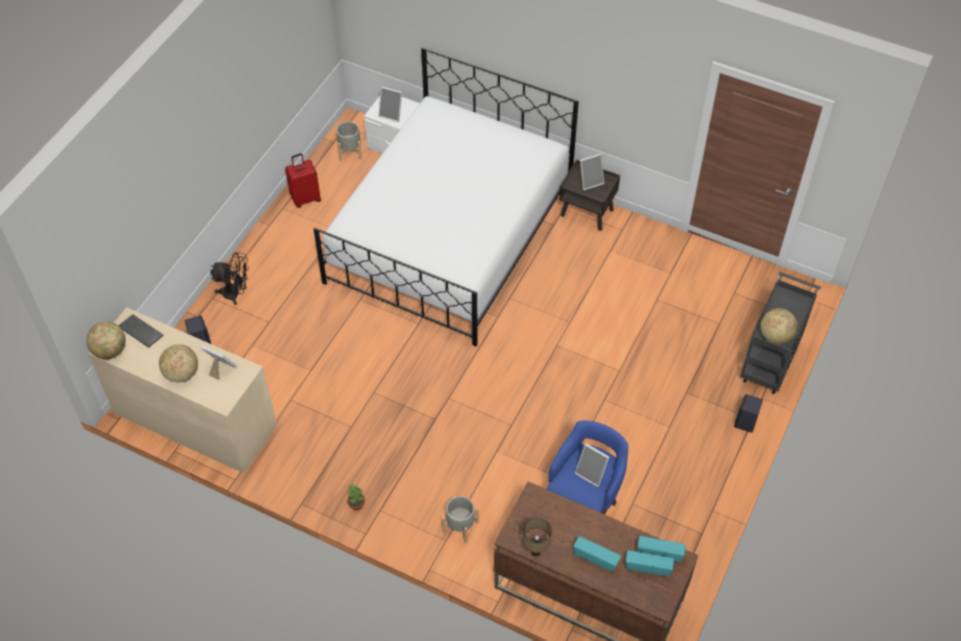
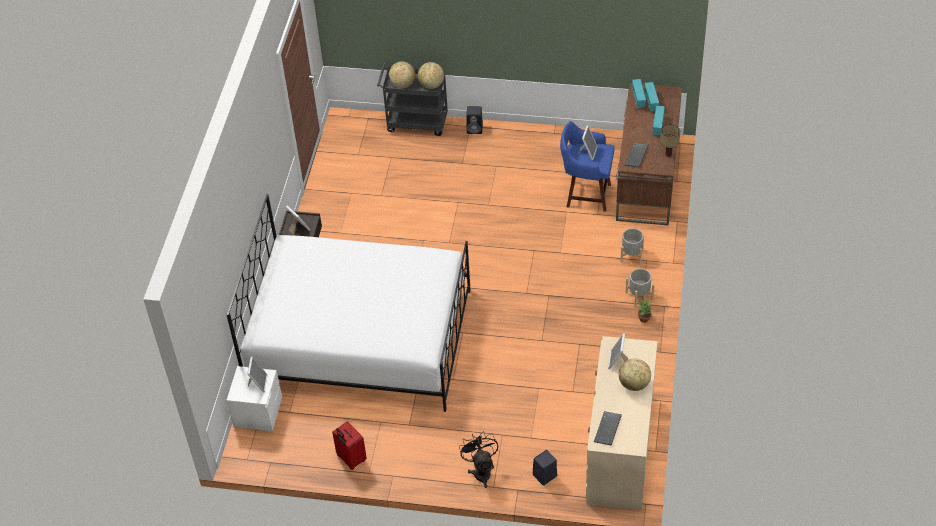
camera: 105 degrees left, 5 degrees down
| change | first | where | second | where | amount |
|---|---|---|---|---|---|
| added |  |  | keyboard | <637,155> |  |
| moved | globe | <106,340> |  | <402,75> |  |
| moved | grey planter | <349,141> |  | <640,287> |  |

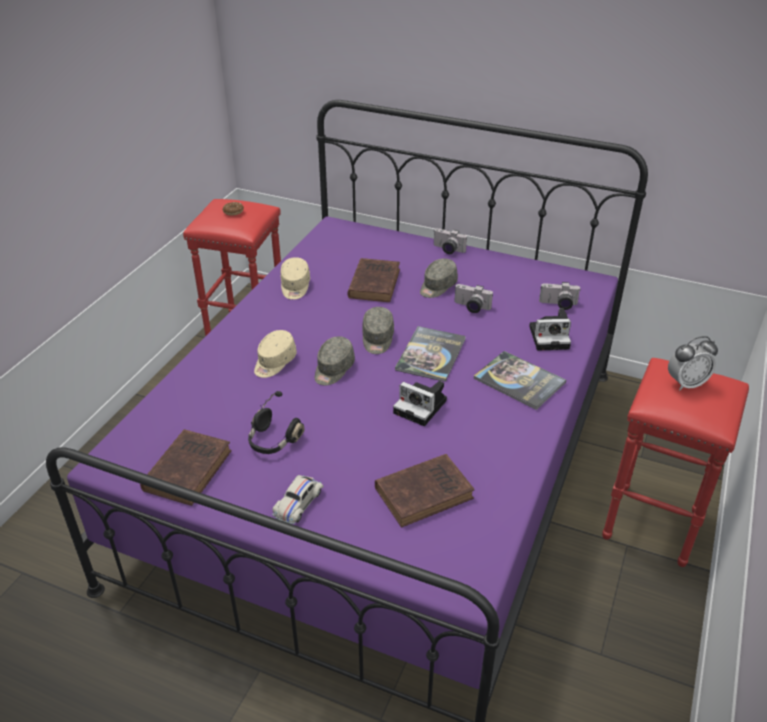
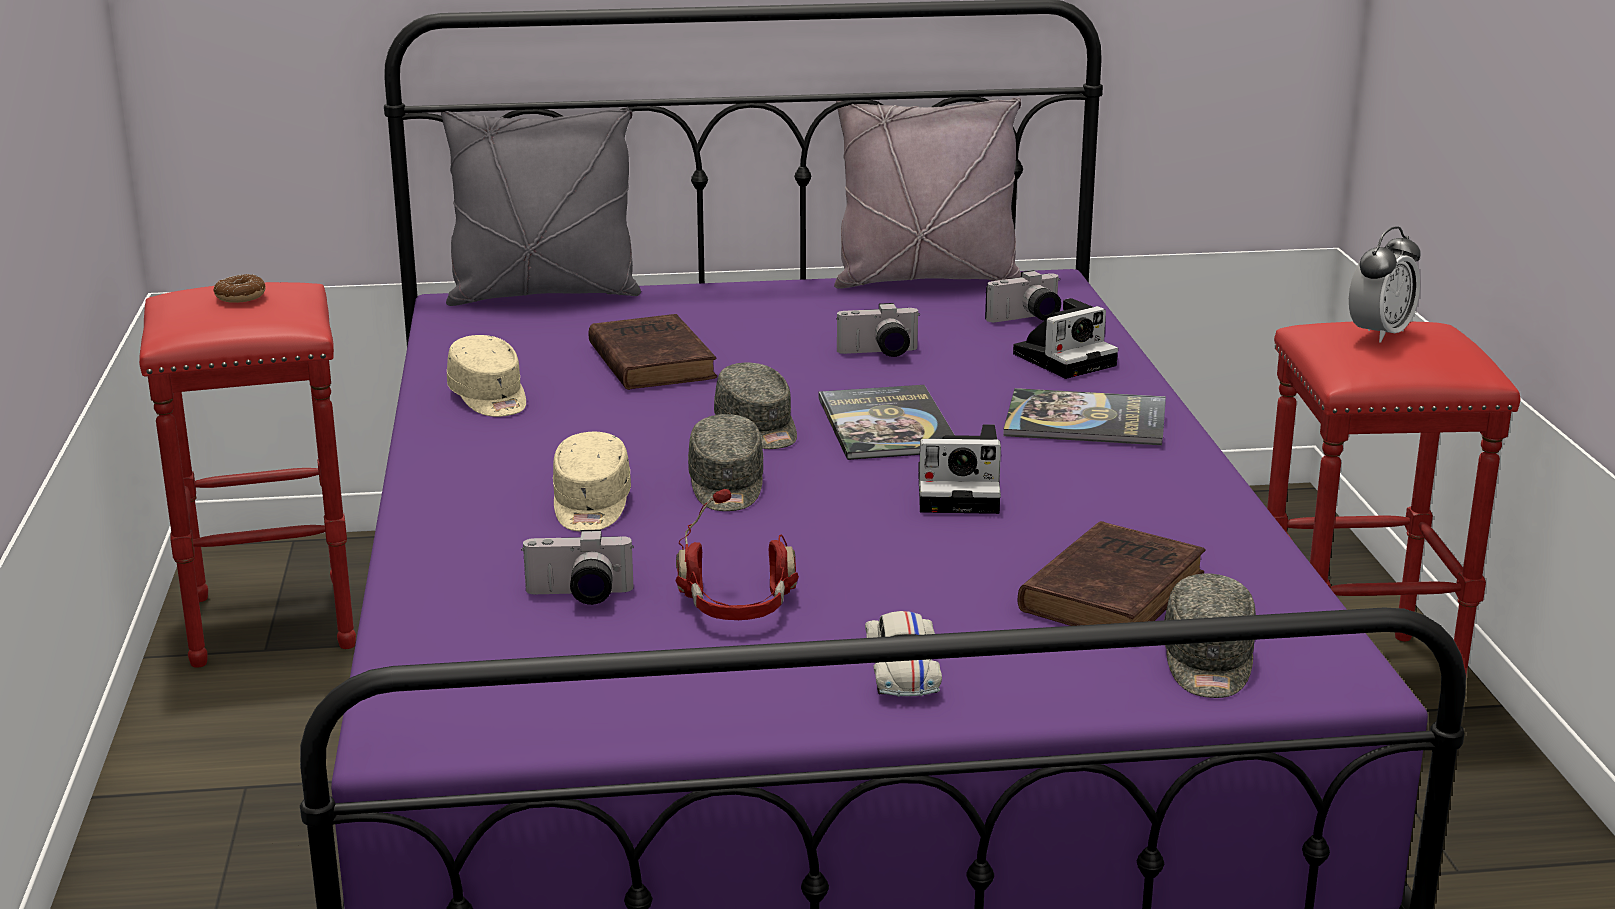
camera: 30 degrees left, 15 degrees down
| change | first | where | second | where | amount |
|---|---|---|---|---|---|
| removed | brown book | <186,467> |  |  |  |
| added |  |  | grey pillow | <541,206> |  |
| added |  |  | purple pillow | <927,193> |  |
| moved | grey cap | <439,278> |  | <1210,635> |  |
| moved | photo camera | <450,241> |  | <577,567> |  |
| recoloured | black headphones | <276,422> | red headphones | <737,554> |  |

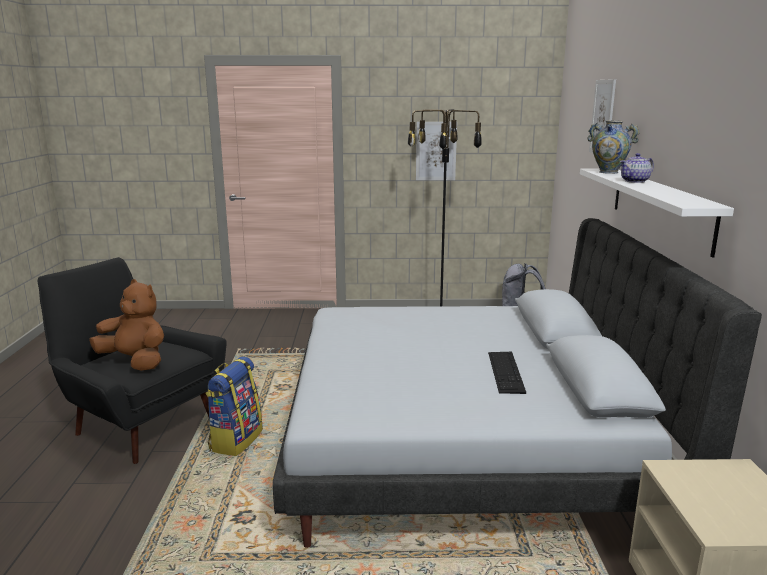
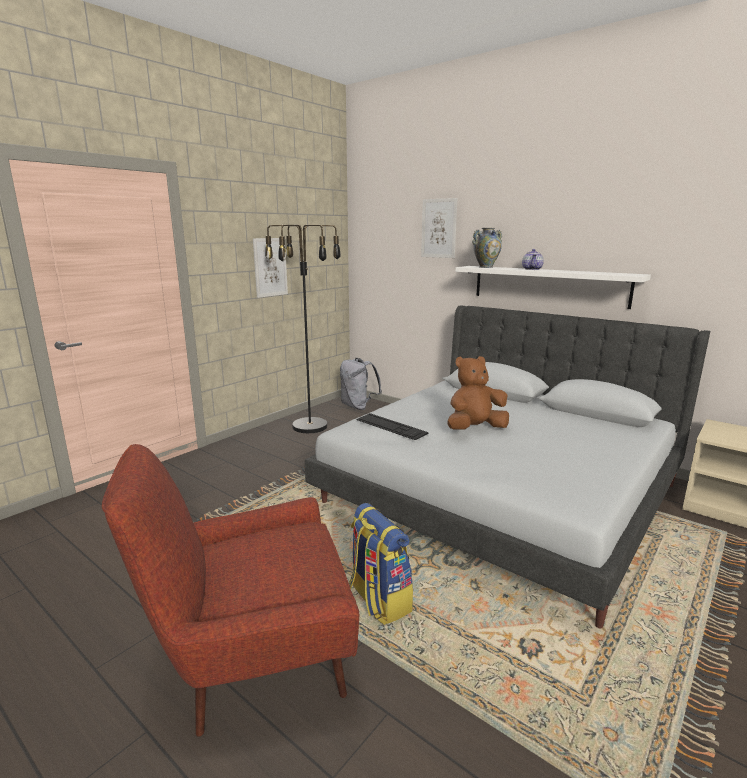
camera: 50 degrees left, 0 degrees up
| change | first | where | second | where | amount |
|---|---|---|---|---|---|
| moved | brown plush toy | <126,325> |  | <478,393> |  |
| moved | keyboard | <507,373> |  | <392,426> |  |
| recoloured | black armchair | <132,360> | red armchair | <230,590> |  |

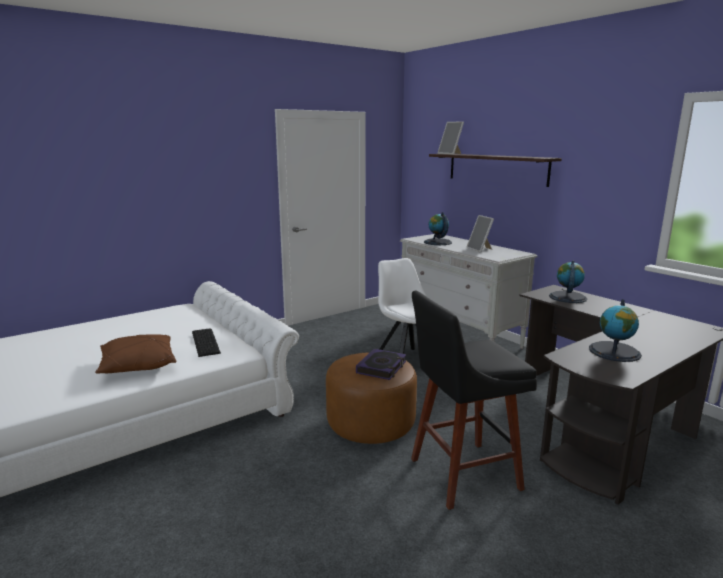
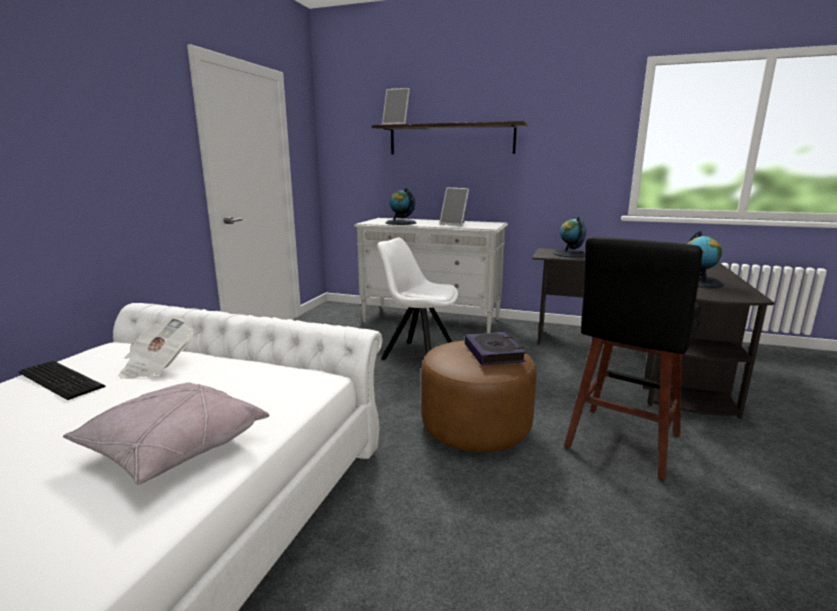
camera: 35 degrees left, 0 degrees up
| change | first | where | second | where | amount |
|---|---|---|---|---|---|
| added |  |  | newspaper | <156,348> |  |
| moved | keyboard | <206,342> |  | <62,380> |  |
| recoloured | brown pillow | <135,353> | purple pillow | <166,434> |  |

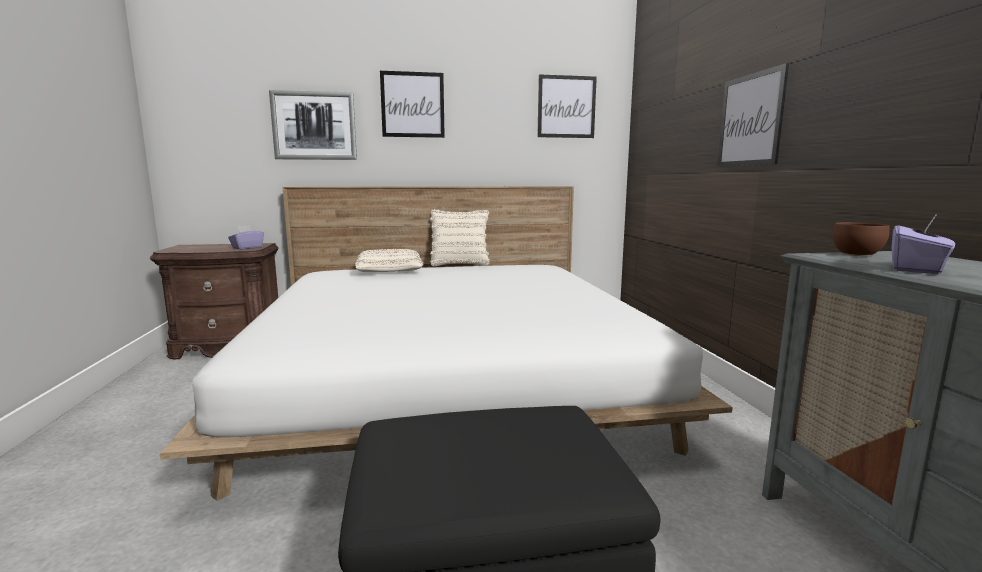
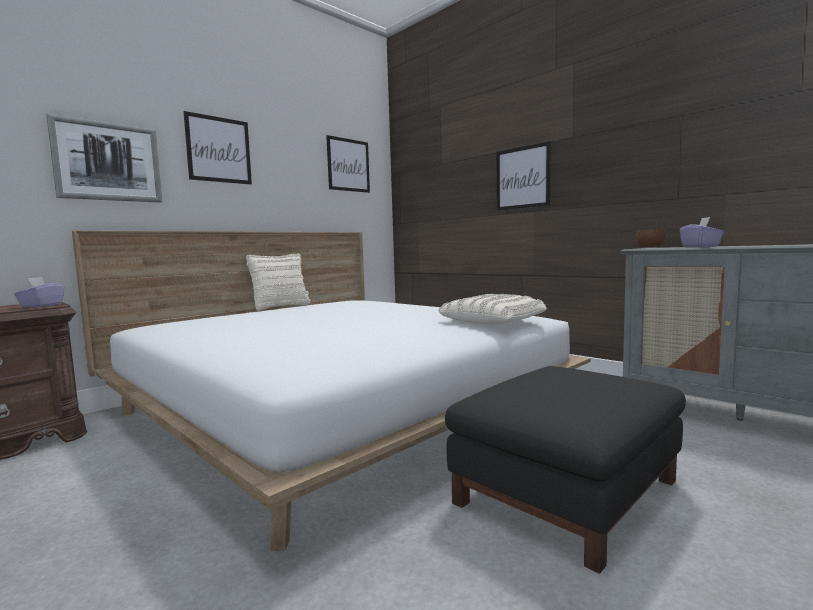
camera: 35 degrees left, 5 degrees down
| change | first | where | second | where | amount |
|---|---|---|---|---|---|
| moved | beige pillow | <389,260> |  | <493,309> |  |

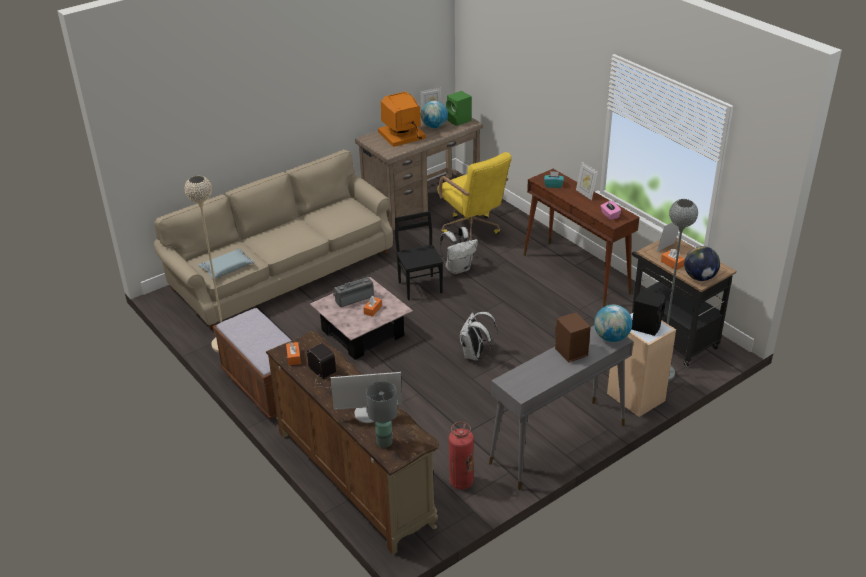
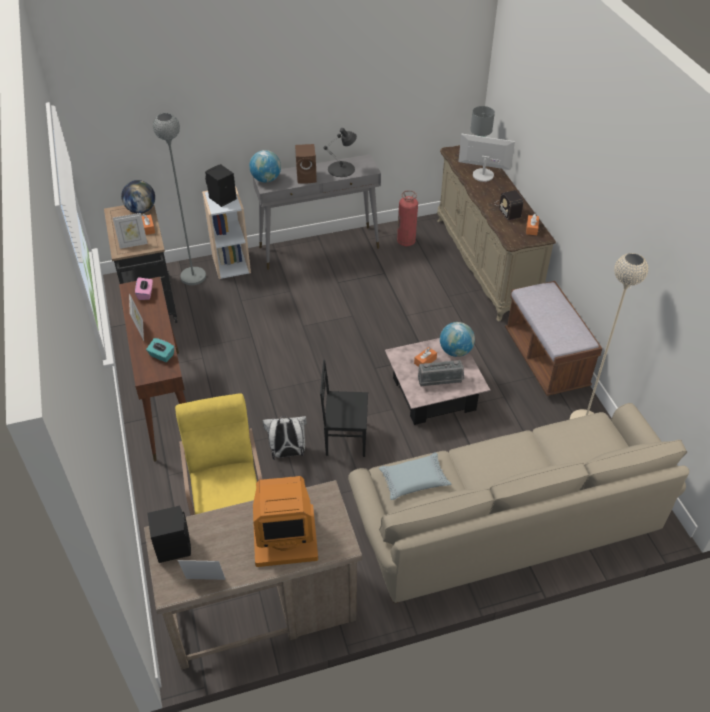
camera: 160 degrees left, 10 degrees up
| change | first | where | second | where | amount |
|---|---|---|---|---|---|
| removed | white backpack | <479,336> |  |  |  |
| added |  |  | black table lamp | <340,152> |  |
| moved | blue pillow | <226,264> |  | <415,476> |  |
| moved | globe | <434,114> |  | <457,339> |  |
| recoloured | green speaker | <459,108> | black speaker | <169,534> |  |
| turned | black chair | <419,255> |  | <344,408> | 90 degrees clockwise |

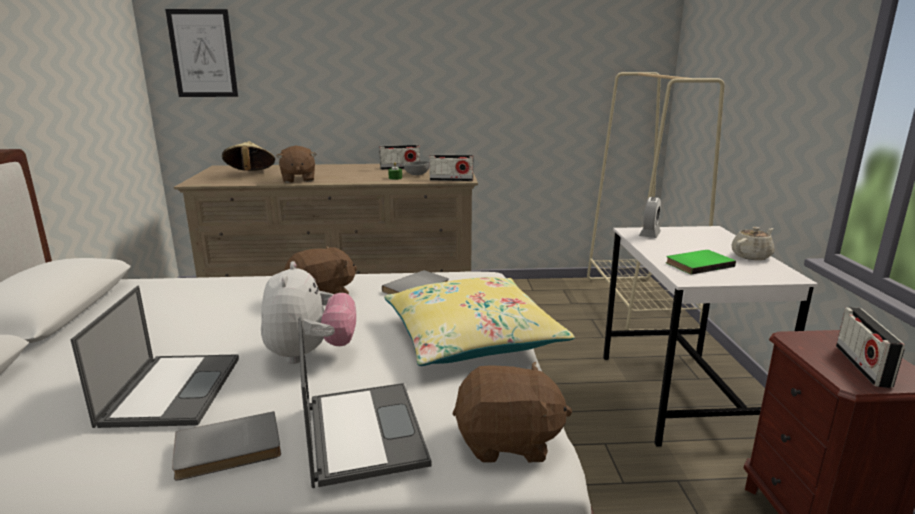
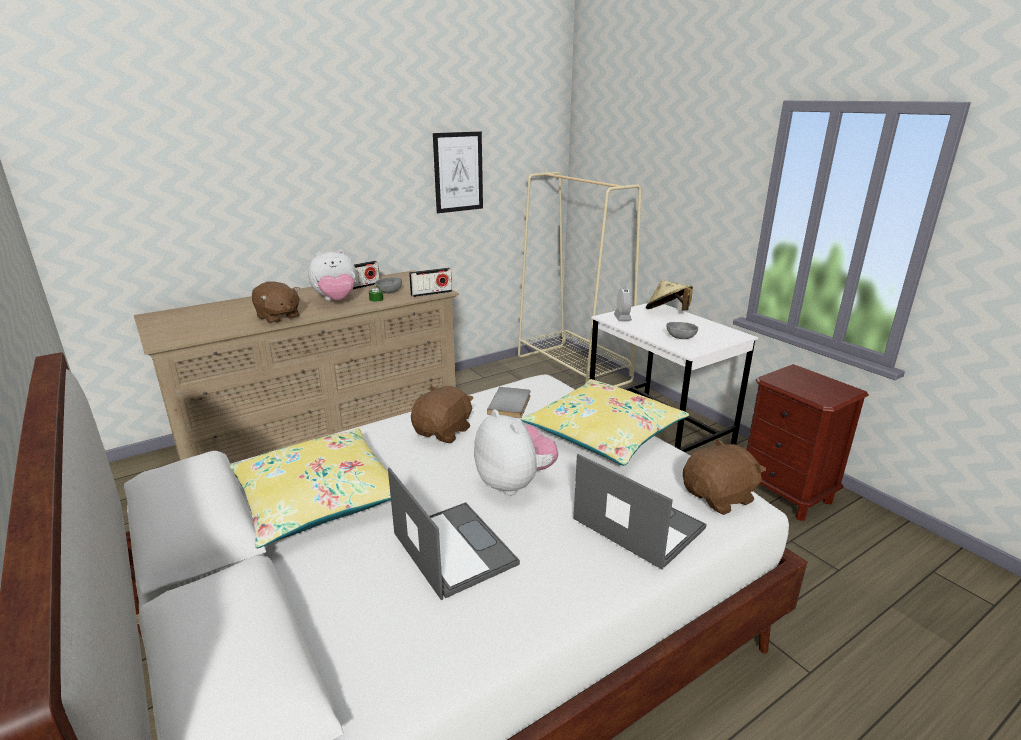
camera: 30 degrees left, 5 degrees up
| change | first | where | second | where | amount |
|---|---|---|---|---|---|
| removed | grey book | <226,445> |  |  |  |
| removed | beige teapot | <753,243> |  |  |  |
| removed | radio | <870,347> |  |  |  |
| added |  |  | yellow pillow | <310,488> |  |
| added |  |  | plush toy | <332,274> |  |
| moved | picture | <201,53> |  | <458,172> |  |
| moved | beige hat | <248,156> |  | <669,295> |  |
| replaced | green book | <701,262> | grey bowl | <682,330> |  |

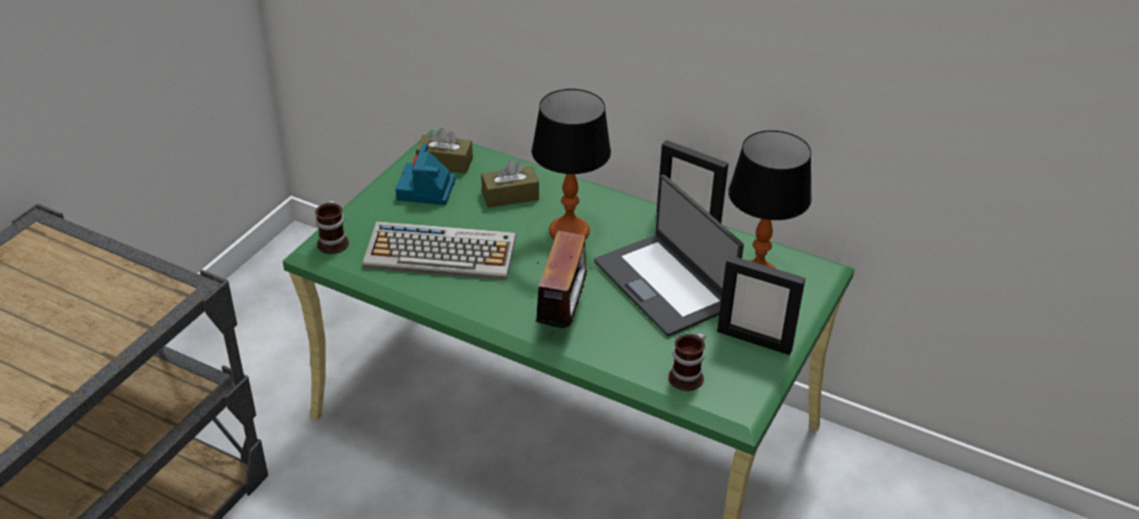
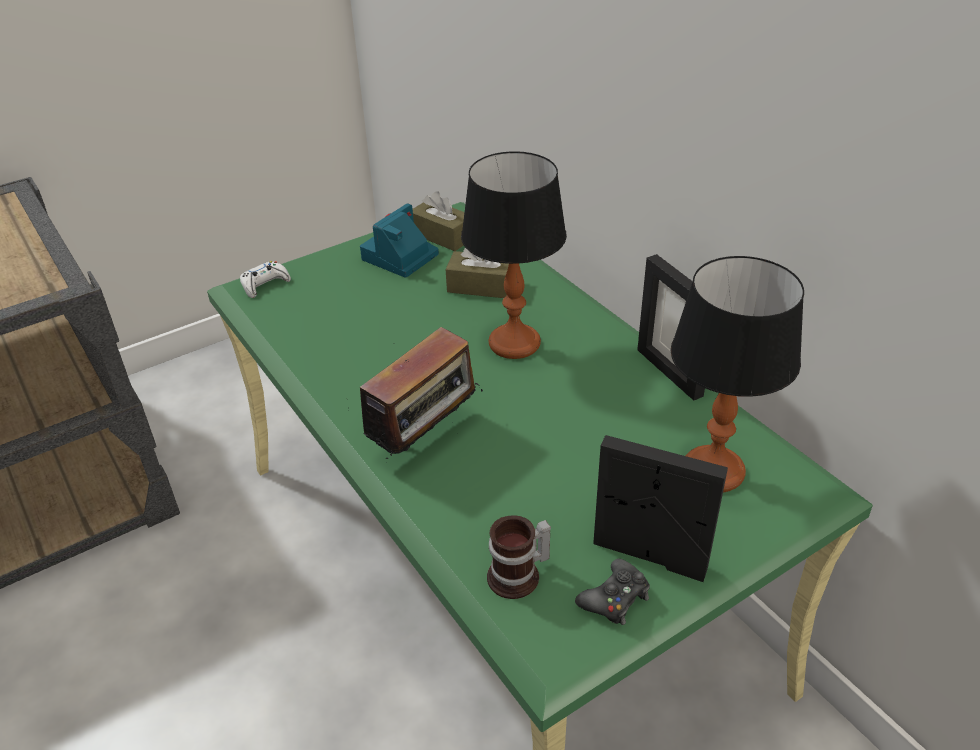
camera: 30 degrees right, 0 degrees up
| change | first | where | second | where | amount |
|---|---|---|---|---|---|
| removed | keyboard | <439,250> |  |  |  |
| removed | laptop | <669,256> |  |  |  |
| added |  |  | black game controller | <612,591> |  |
| replaced | mug | <332,227> | white game controller | <265,279> |  |
| turned | picture frame | <761,305> |  | <660,508> | 150 degrees clockwise |

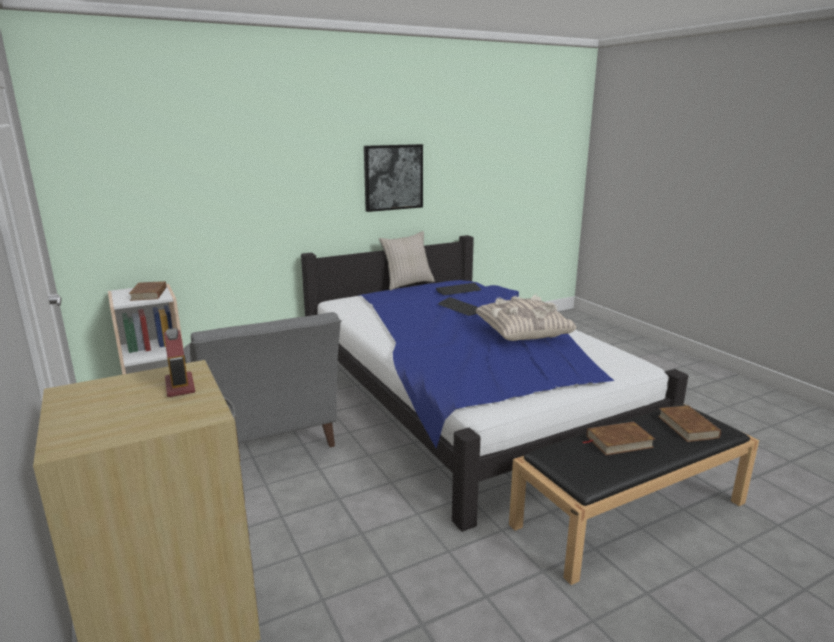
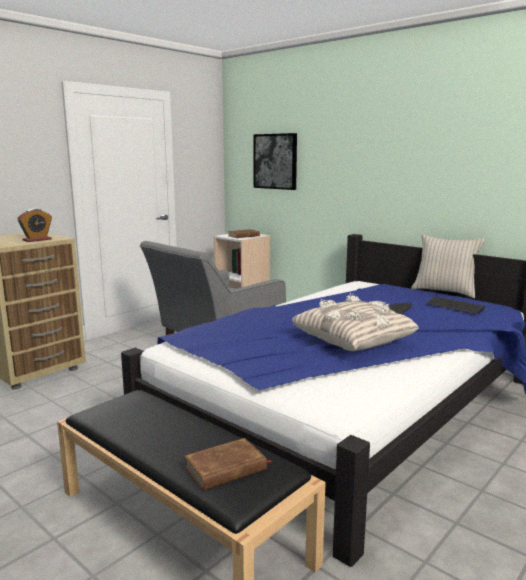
camera: 70 degrees right, 5 degrees down
| change | first | where | second | where | amount |
|---|---|---|---|---|---|
| removed | brown book | <619,438> |  |  |  |
| moved | picture | <393,178> |  | <275,161> |  |

